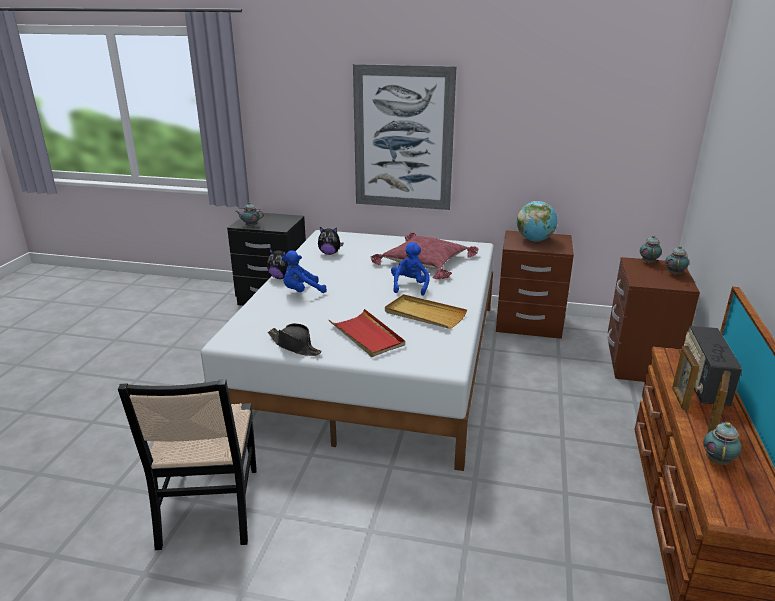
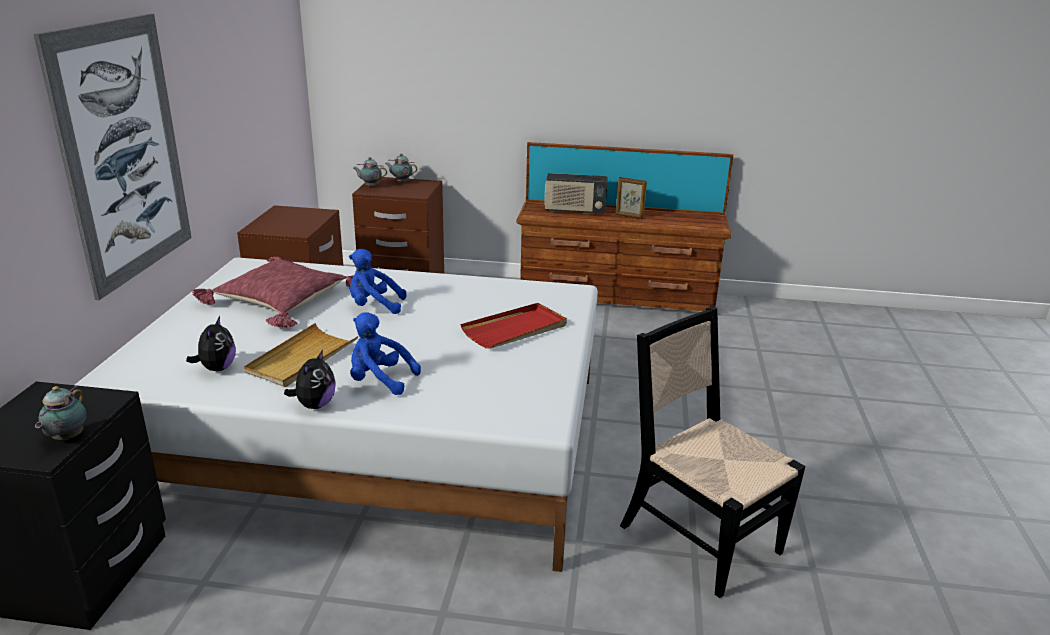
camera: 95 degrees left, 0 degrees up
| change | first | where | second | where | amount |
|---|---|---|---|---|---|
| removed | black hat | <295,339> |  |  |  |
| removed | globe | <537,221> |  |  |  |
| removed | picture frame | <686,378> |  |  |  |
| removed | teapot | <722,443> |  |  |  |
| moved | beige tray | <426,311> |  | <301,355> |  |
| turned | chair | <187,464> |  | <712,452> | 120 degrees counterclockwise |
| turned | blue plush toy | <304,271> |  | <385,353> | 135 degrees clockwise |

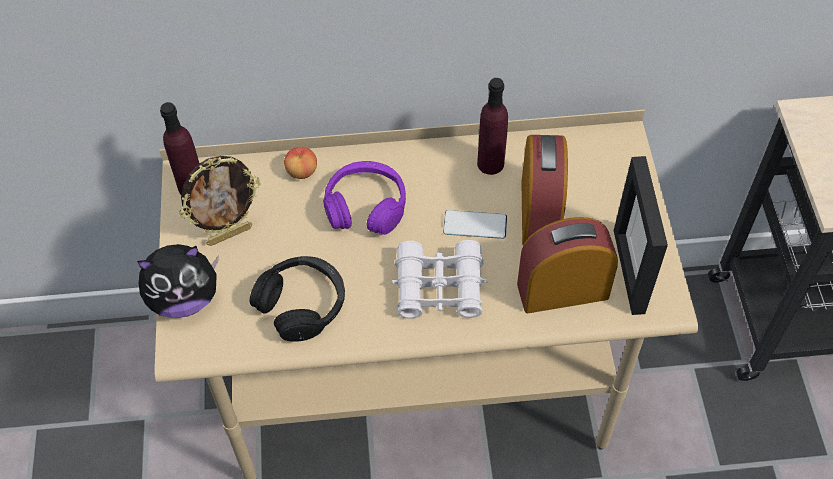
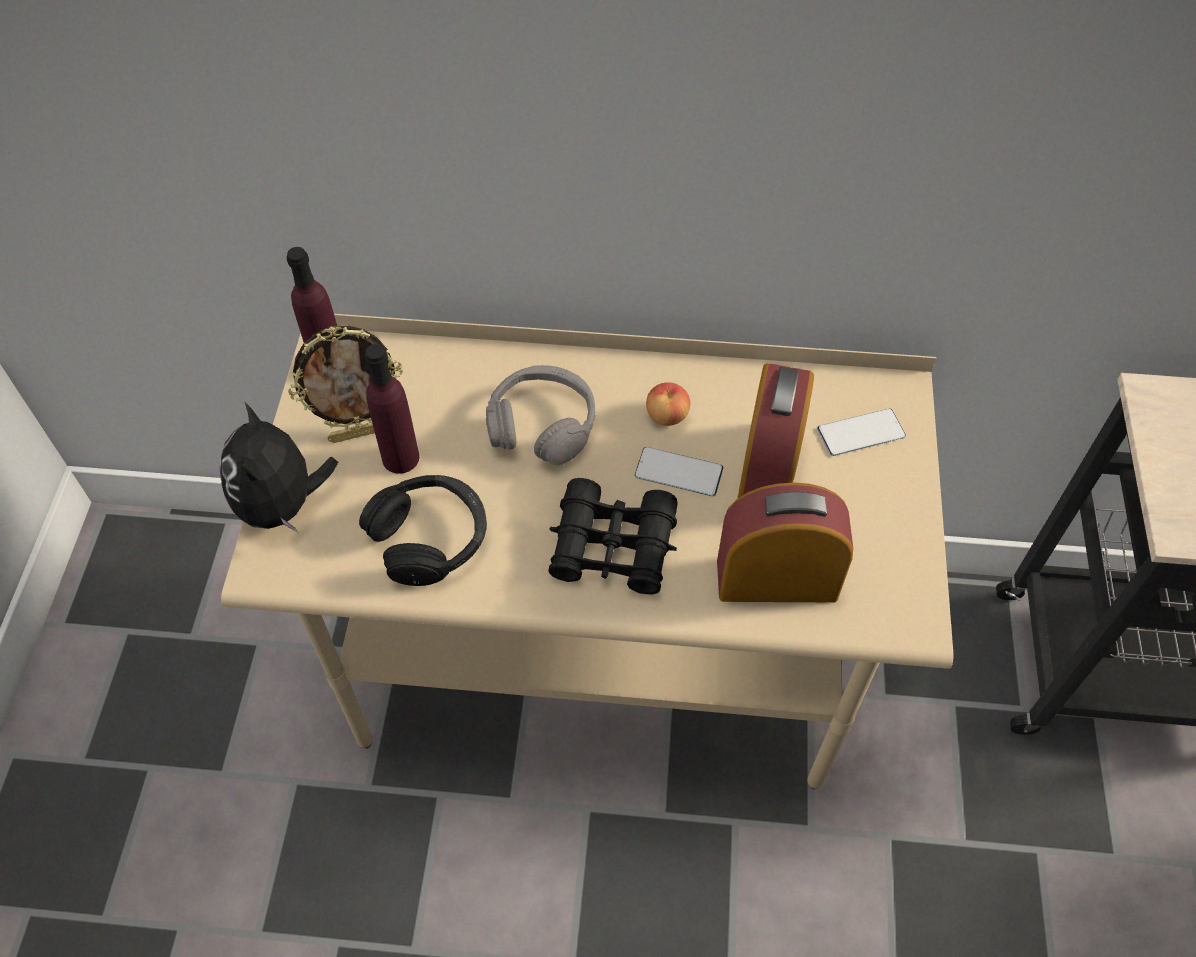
camera: 10 degrees right, 0 degrees up
| change | first | where | second | where | amount |
|---|---|---|---|---|---|
| removed | picture frame | <641,235> |  |  |  |
| added |  |  | phone | <861,432> |  |
| moved | apple | <300,163> |  | <668,404> |  |
| moved | purple bottle | <492,126> |  | <392,409> |  |
| recoloured | purple headphones | <364,198> | grey headphones | <540,415> |  |
| recoloured | white binoculars | <439,279> | black binoculars | <613,536> |  |
| turned | plush toy | <177,281> |  | <278,467> | 90 degrees clockwise |

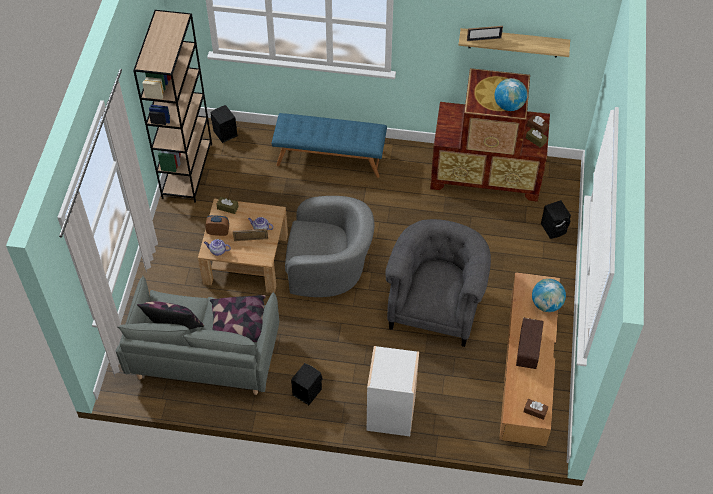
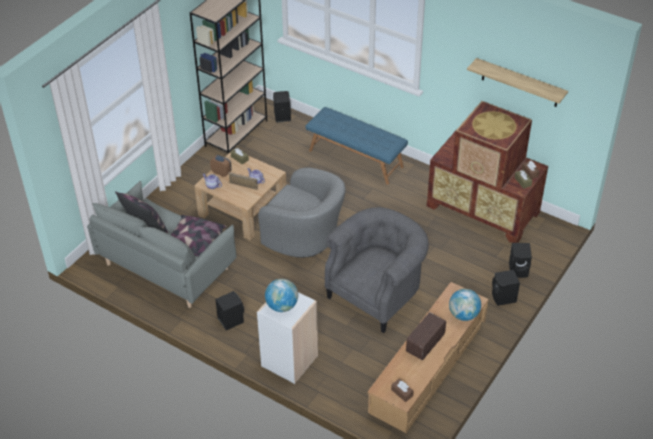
camera: 25 degrees right, 10 degrees down
| change | first | where | second | where | amount |
|---|---|---|---|---|---|
| removed | picture frame | <485,33> |  |  |  |
| added |  |  | black speaker | <506,288> |  |
| moved | globe | <511,94> |  | <281,295> |  |

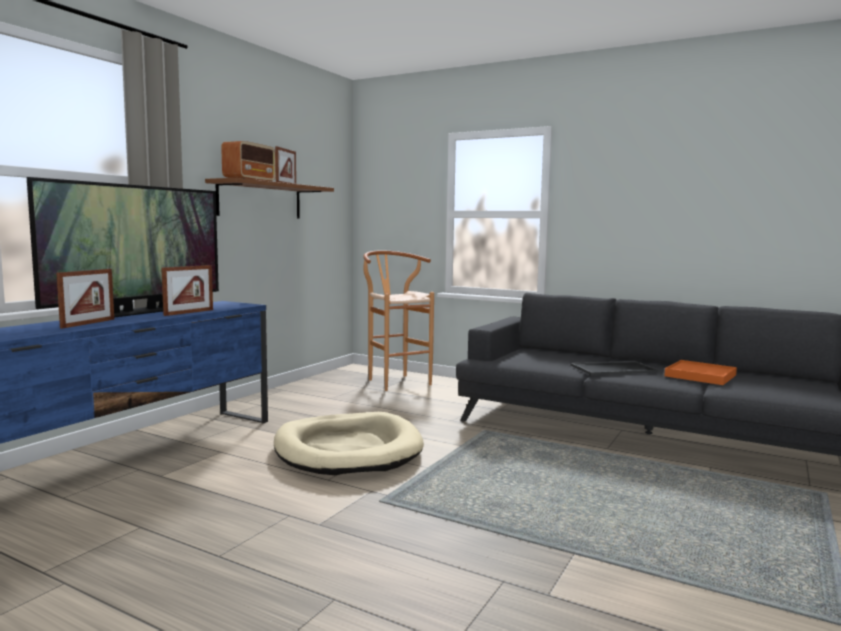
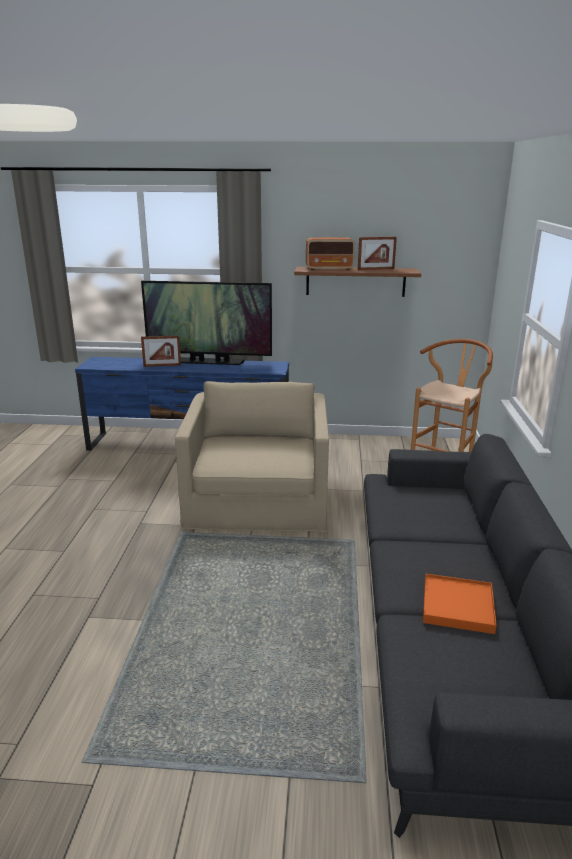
camera: 65 degrees right, 15 degrees up
| change | first | where | second | where | amount |
|---|---|---|---|---|---|
| removed | picture frame | <187,290> |  |  |  |
| removed | tray | <614,368> |  |  |  |
| replaced | beige dog bed | <349,443> | beige armchair | <252,456> |  |

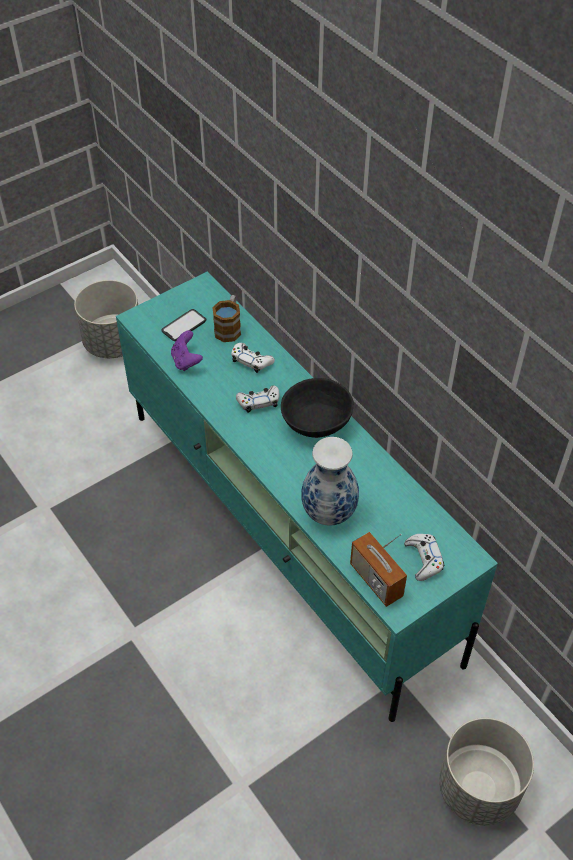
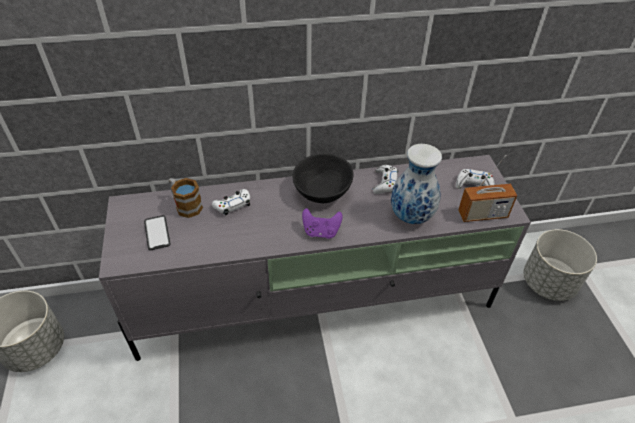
camera: 65 degrees left, 5 degrees down
| change | first | where | second | where | amount |
|---|---|---|---|---|---|
| moved | purple game controller | <187,350> |  | <322,223> |  |
| moved | white game controller | <257,399> |  | <385,179> |  |
| recoloured | turquoise tv stand | <307,496> | grey tv stand | <315,258> |  |

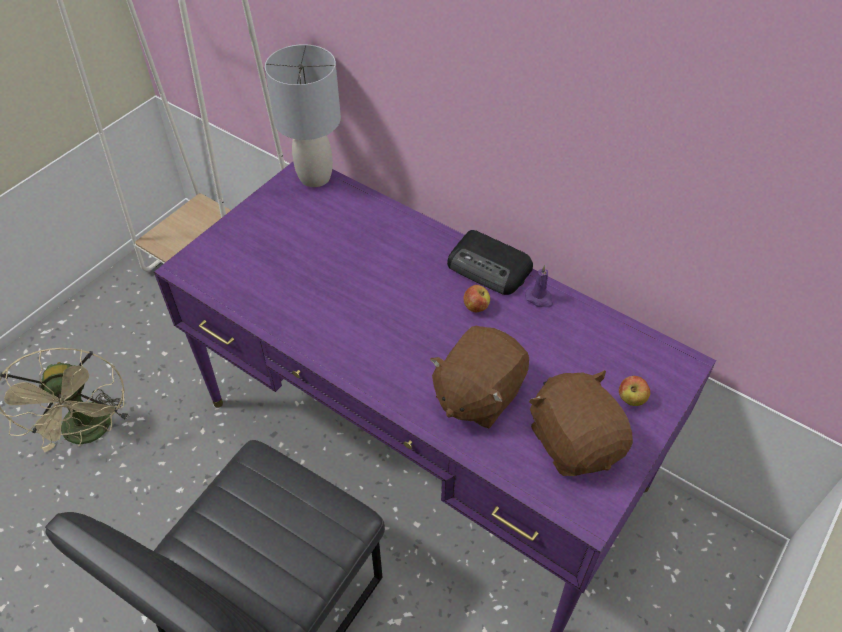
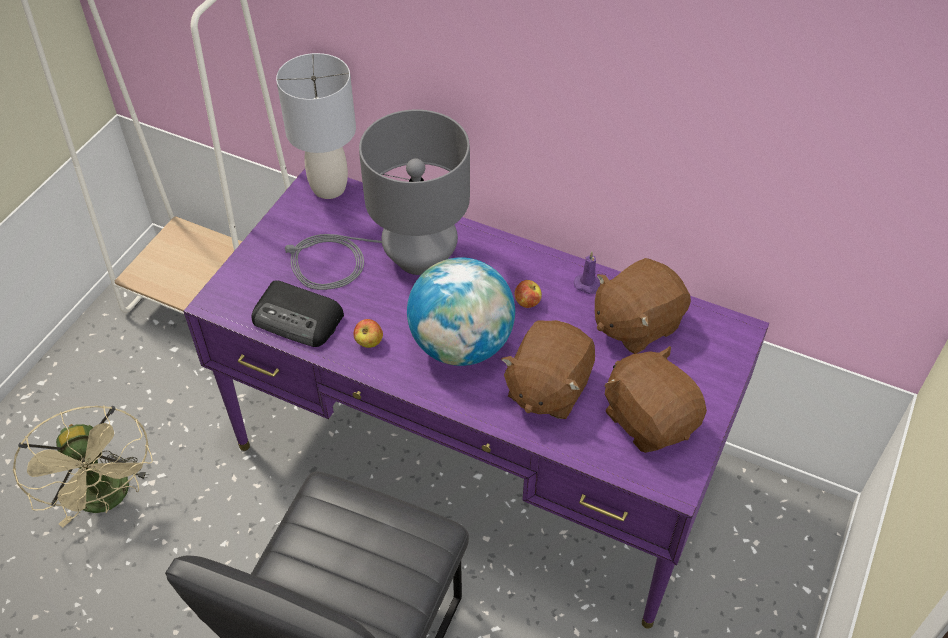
camera: 10 degrees left, 0 degrees up
| change | first | where | second | where | amount |
|---|---|---|---|---|---|
| added |  |  | grey table lamp | <377,199> |  |
| added |  |  | globe | <461,311> |  |
| added |  |  | brown plush toy | <643,306> |  |
| moved | radio | <490,262> |  | <298,313> |  |
| moved | apple | <634,391> |  | <368,333> |  |

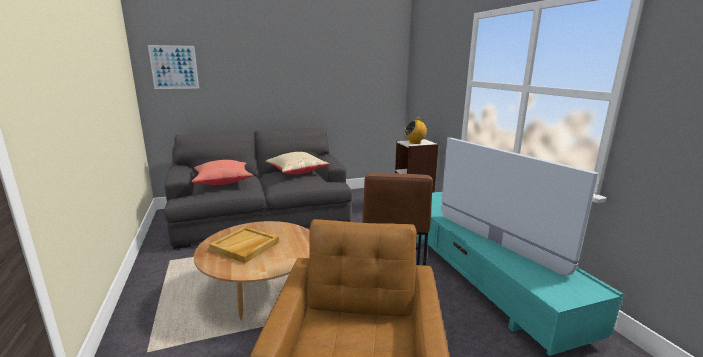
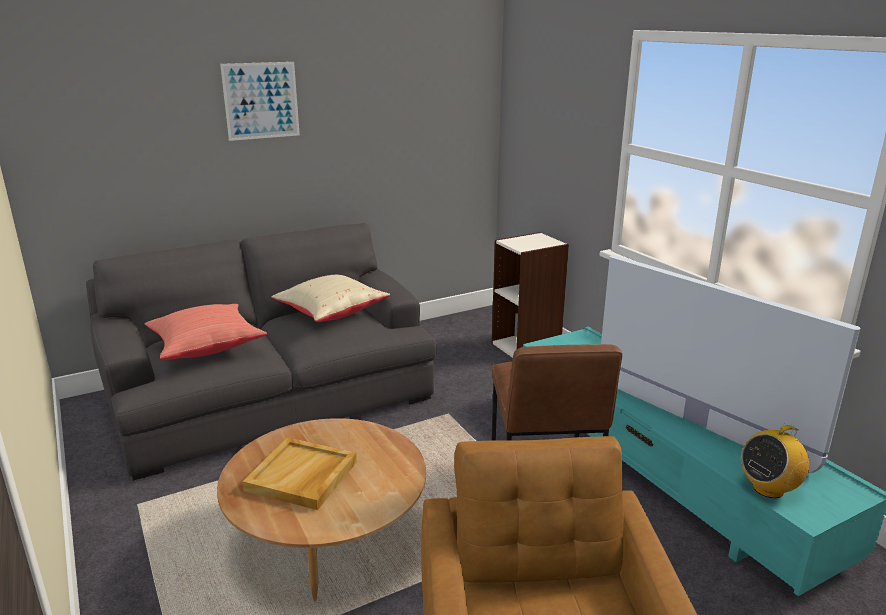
camera: 10 degrees left, 5 degrees up
| change | first | where | second | where | amount |
|---|---|---|---|---|---|
| moved | picture | <173,67> |  | <260,101> |  |
| moved | radio | <415,130> |  | <775,460> |  |

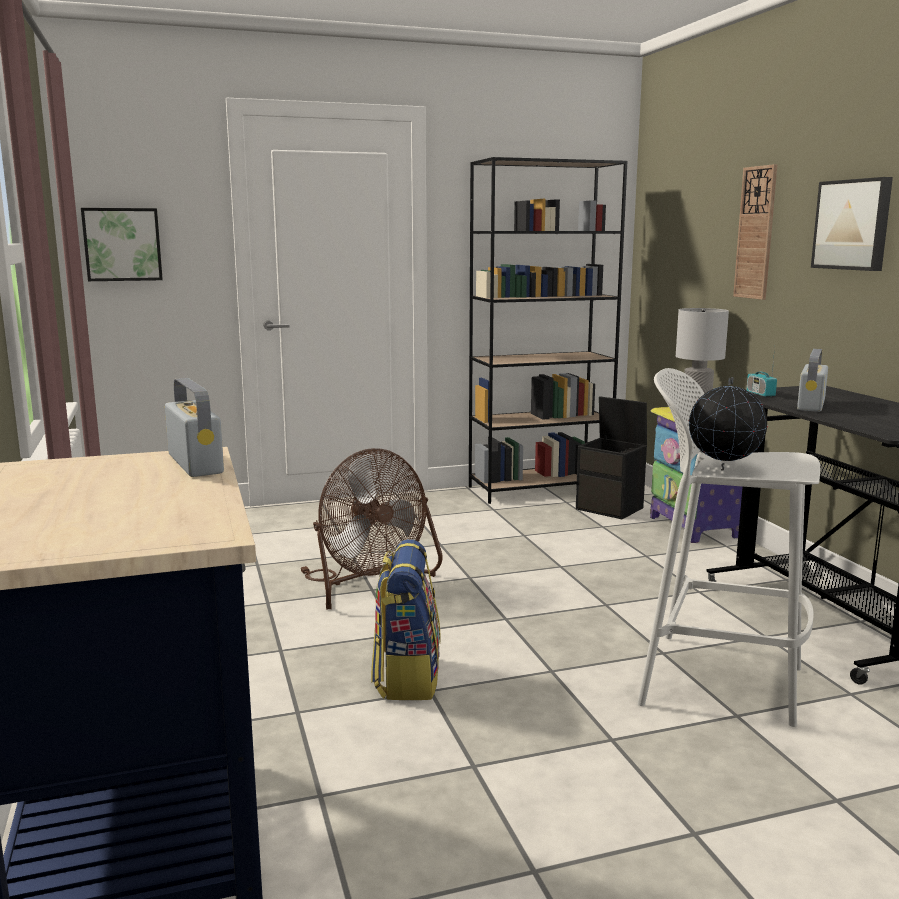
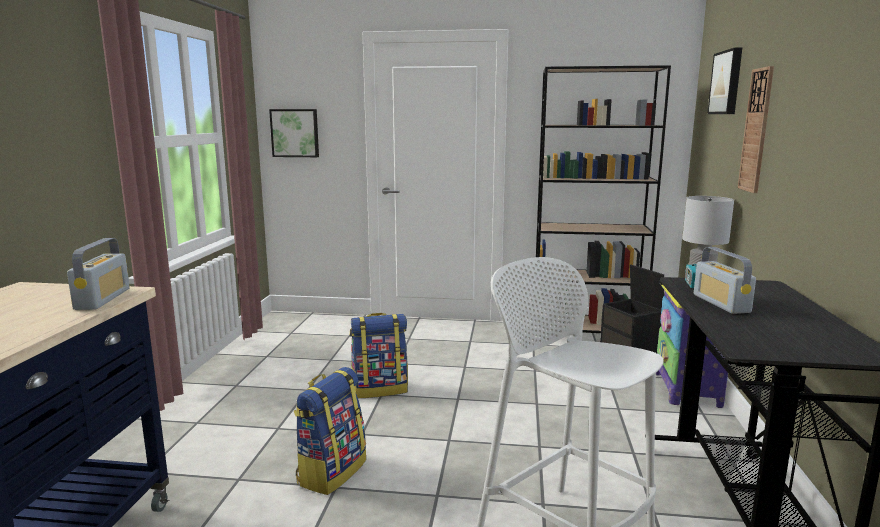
camera: 25 degrees right, 0 degrees up
| change | first | where | second | where | amount |
|---|---|---|---|---|---|
| removed | globe | <728,424> |  |  |  |
| moved | picture | <852,224> |  | <724,80> |  |
| replaced | brown fan | <372,529> | backpack | <379,355> |  |
| turned | radio | <812,380> |  | <725,280> | 60 degrees counterclockwise |

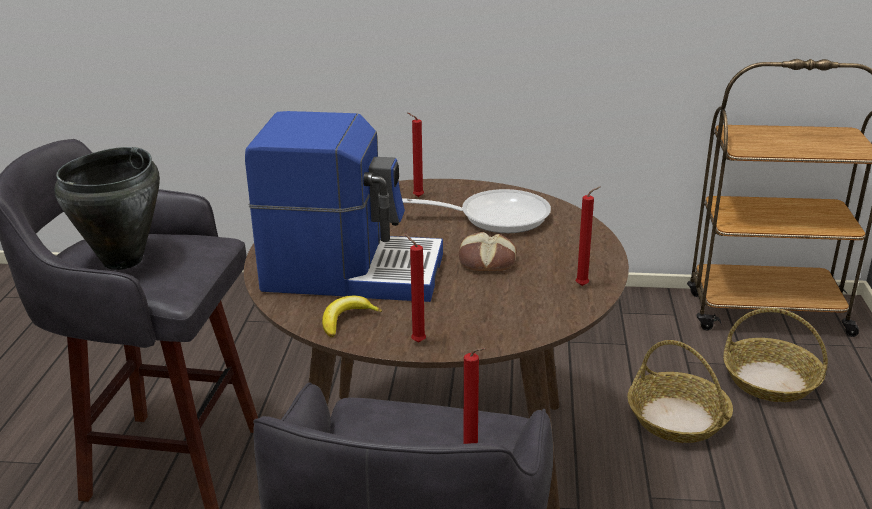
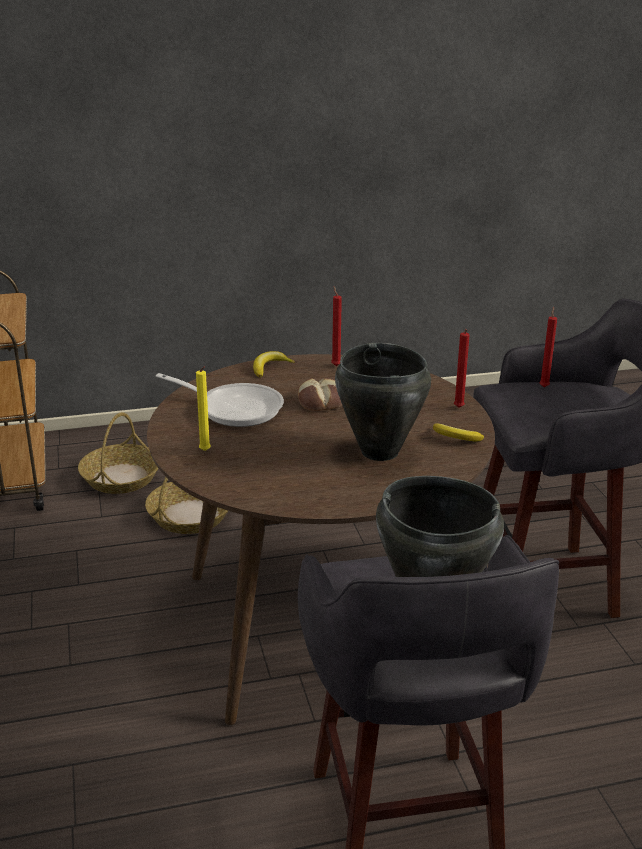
camera: 110 degrees left, 0 degrees up
| change | first | where | second | where | amount |
|---|---|---|---|---|---|
| added |  |  | banana | <274,364> |  |
| replaced | coffee machine | <344,206> | black cooking pot | <383,402> |  |
| recoloured | red candle | <415,154> | yellow candle | <203,409> |  |
| turned | frying pan | <476,211> |  | <220,400> | 135 degrees clockwise |

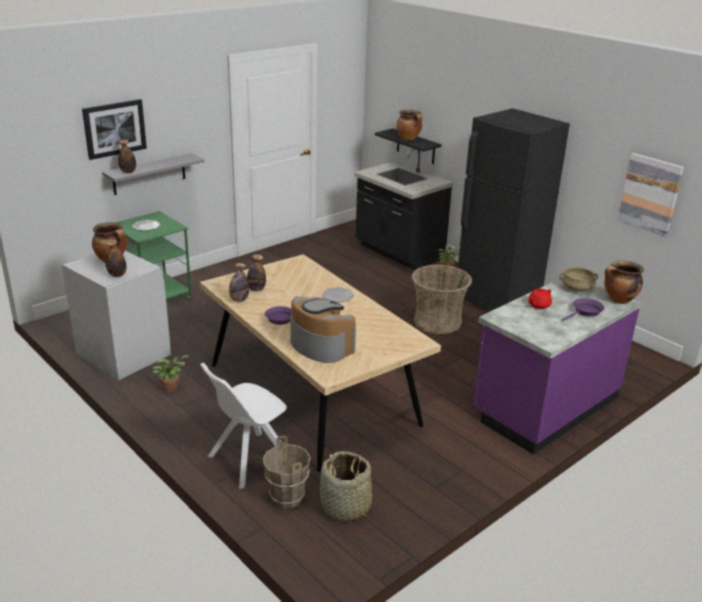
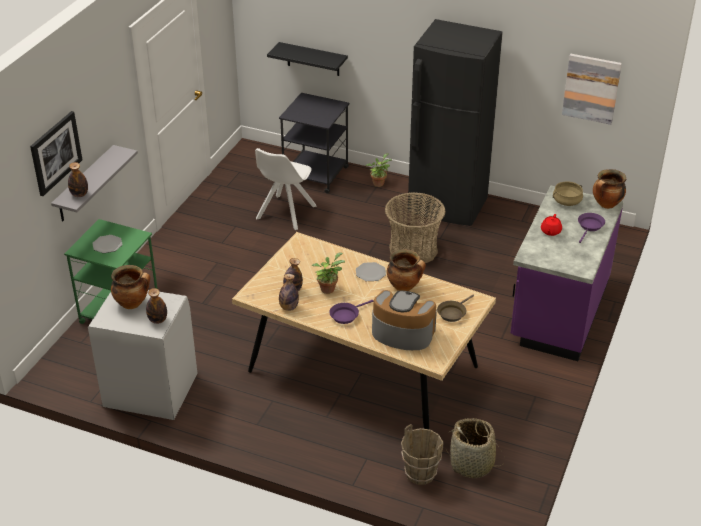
camera: 25 degrees left, 10 degrees up
| change | first | where | second | where | amount |
|---|---|---|---|---|---|
| added |  |  | brown frying pan | <455,308> |  |
| moved | potted plant | <170,373> |  | <328,273> |  |
| moved | white chair | <243,425> |  | <286,189> |  |
| moved | cooking pot | <409,125> |  | <406,270> |  |
| replaced | black counter | <403,209> | black cart | <314,143> |  |

